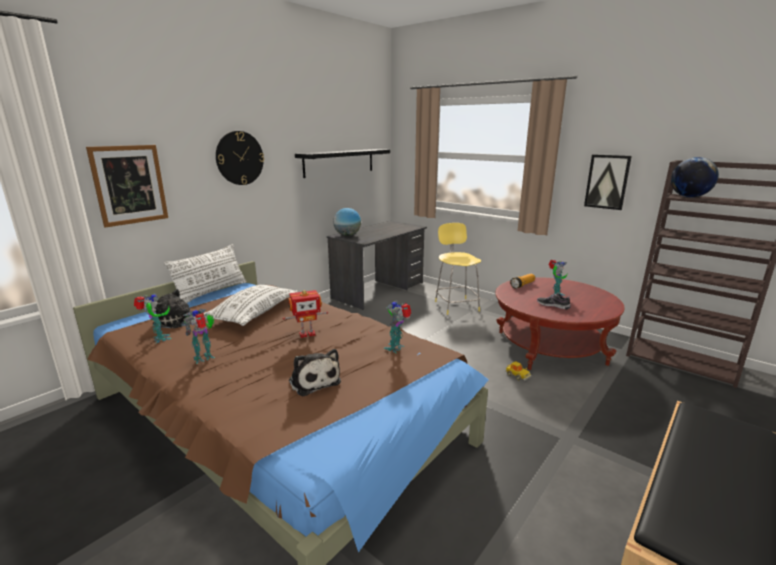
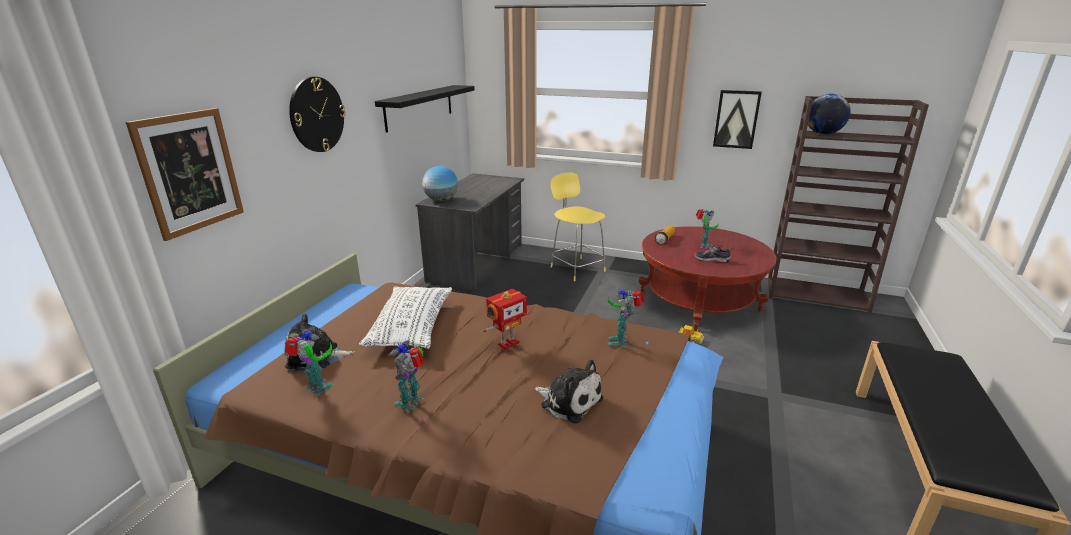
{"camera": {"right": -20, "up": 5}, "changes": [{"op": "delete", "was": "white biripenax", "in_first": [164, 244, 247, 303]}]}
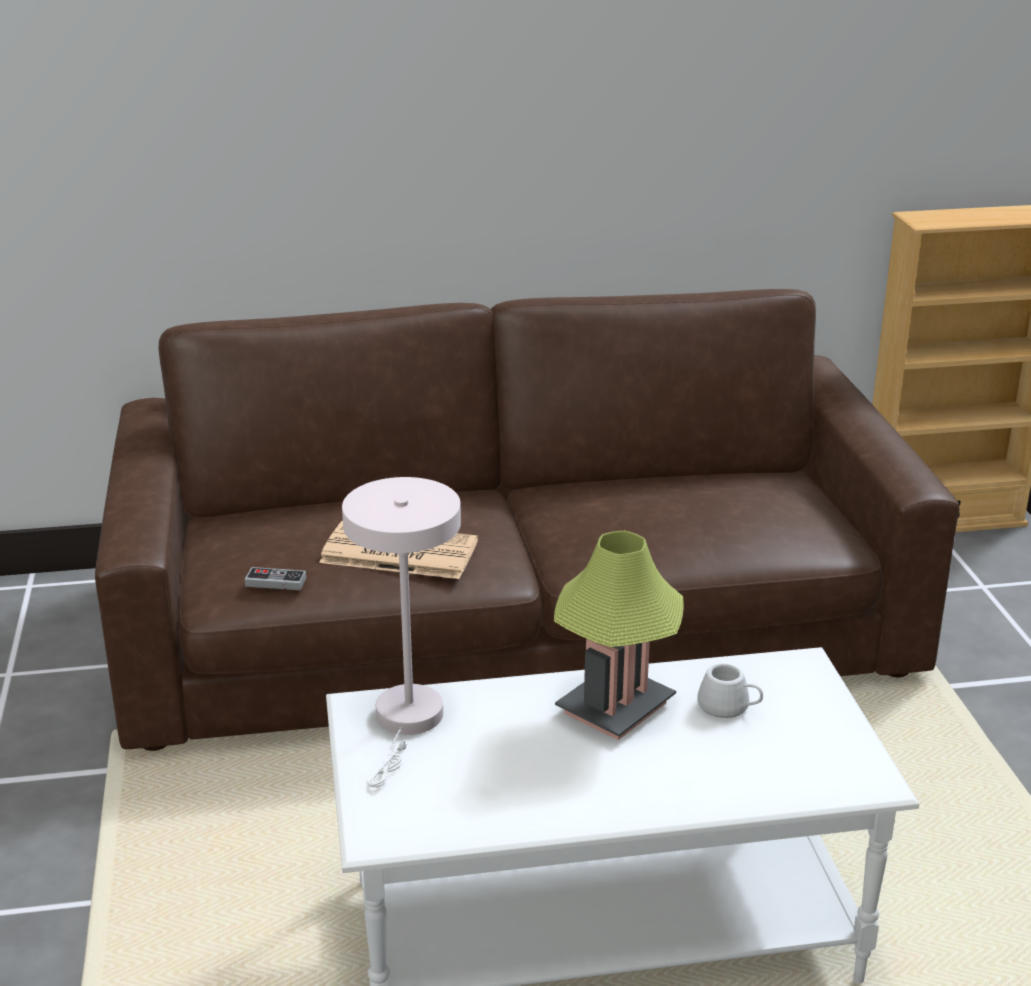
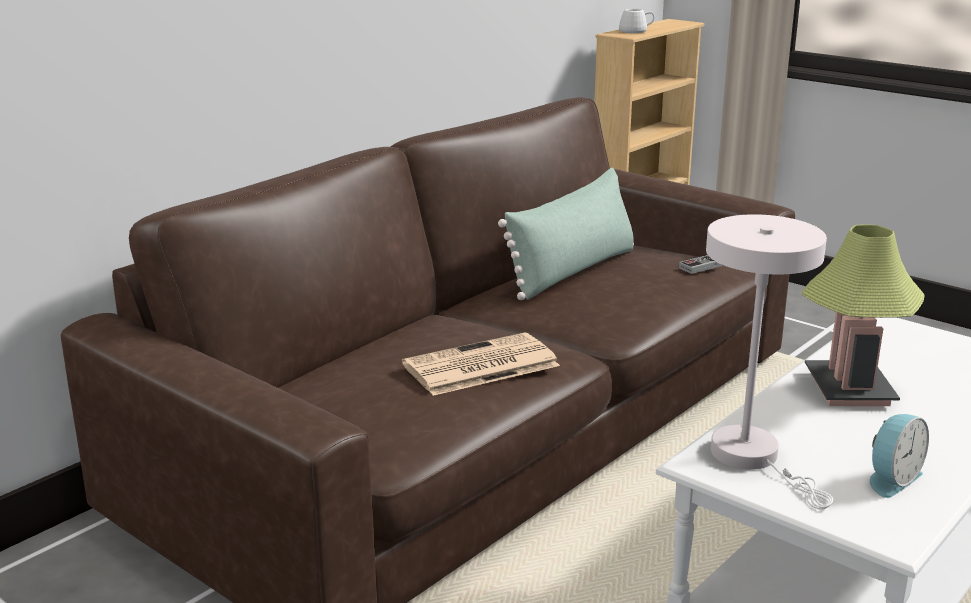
{"camera": {"right": -40, "up": -5}, "changes": [{"op": "insert", "now": "green biripenax", "in_second": [498, 168, 634, 300]}, {"op": "move", "was": "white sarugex", "in_first": [697, 664, 763, 718], "in_second": [619, 9, 655, 33]}, {"op": "move", "was": "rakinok", "in_first": [245, 567, 307, 590], "in_second": [679, 255, 724, 274]}, {"op": "insert", "now": "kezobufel", "in_second": [870, 414, 929, 498]}]}
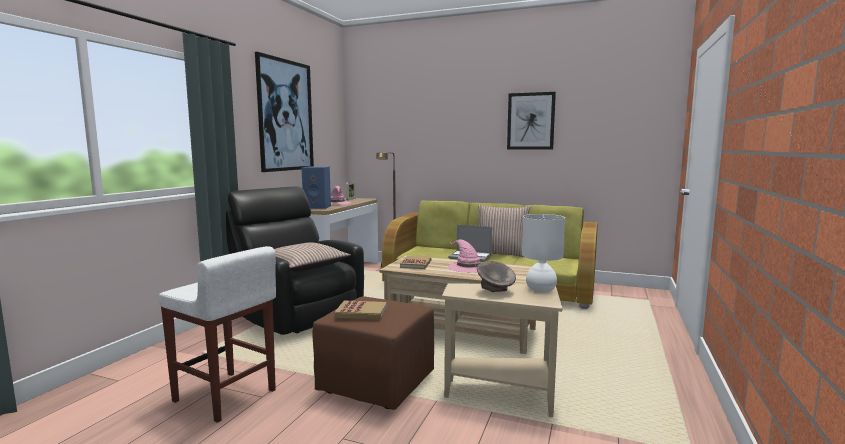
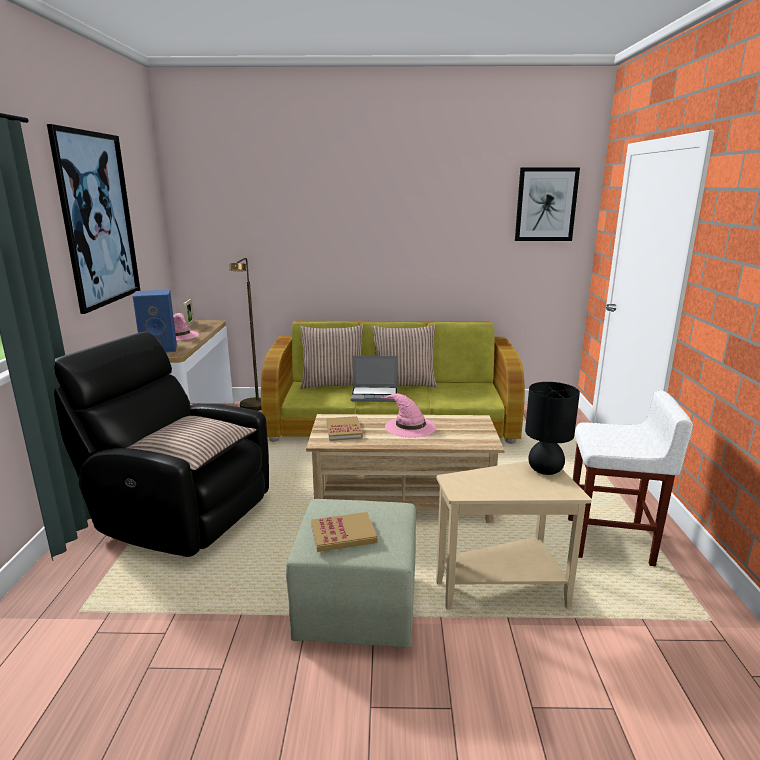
{"camera": {"right": -20, "up": 10}, "changes": [{"op": "recolor", "was": "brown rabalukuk", "now": "green rabalukuk", "in_first": [312, 296, 434, 410], "in_second": [286, 499, 416, 648]}, {"op": "insert", "now": "biripenax", "in_second": [300, 325, 364, 389]}, {"op": "move", "was": "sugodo", "in_first": [507, 92, 556, 150], "in_second": [515, 167, 580, 241]}, {"op": "recolor", "was": "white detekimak", "now": "black detekimak", "in_first": [522, 214, 565, 292], "in_second": [525, 382, 580, 475]}, {"op": "move", "was": "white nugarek", "in_first": [158, 246, 276, 423], "in_second": [568, 390, 693, 566]}, {"op": "delete", "was": "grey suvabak", "in_first": [477, 261, 516, 292]}]}
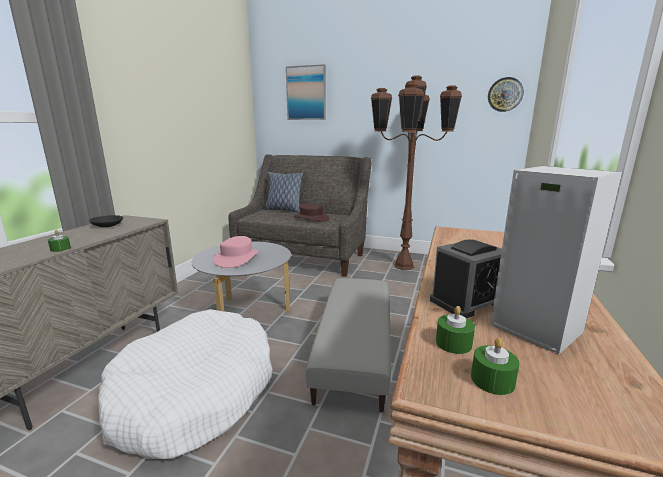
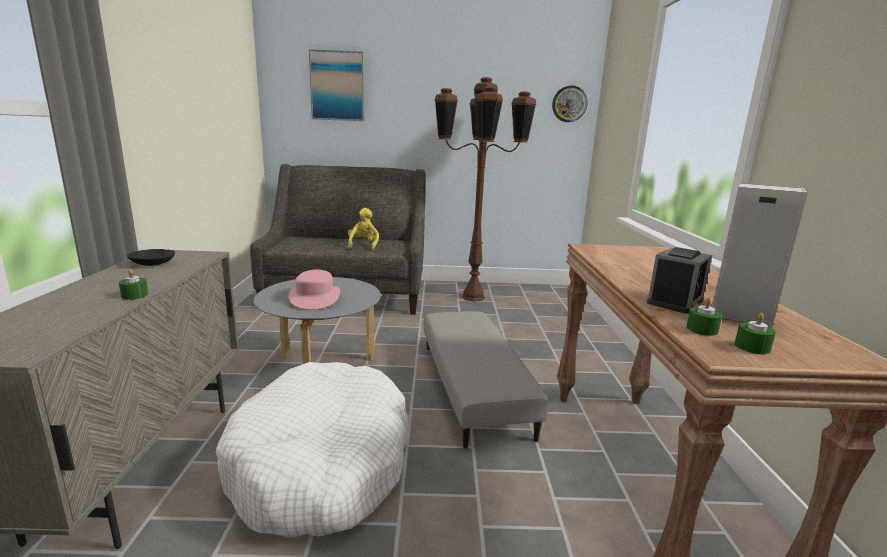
{"camera": {"right": -20, "up": 0}, "changes": [{"op": "replace", "was": "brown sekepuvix", "now": "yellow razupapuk", "in_first": [293, 203, 329, 222], "in_second": [348, 208, 379, 250]}, {"op": "delete", "was": "biripenax", "in_first": [265, 172, 304, 212]}]}
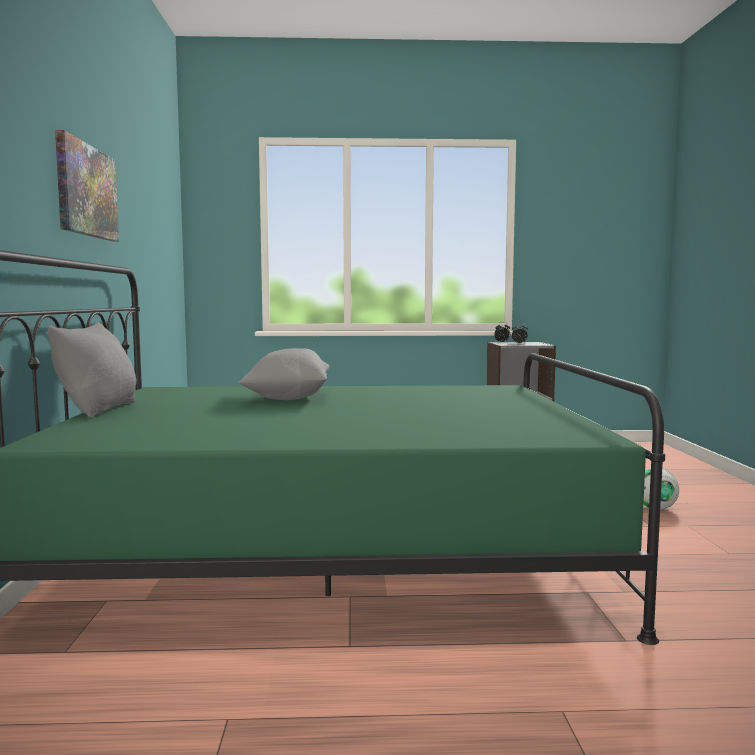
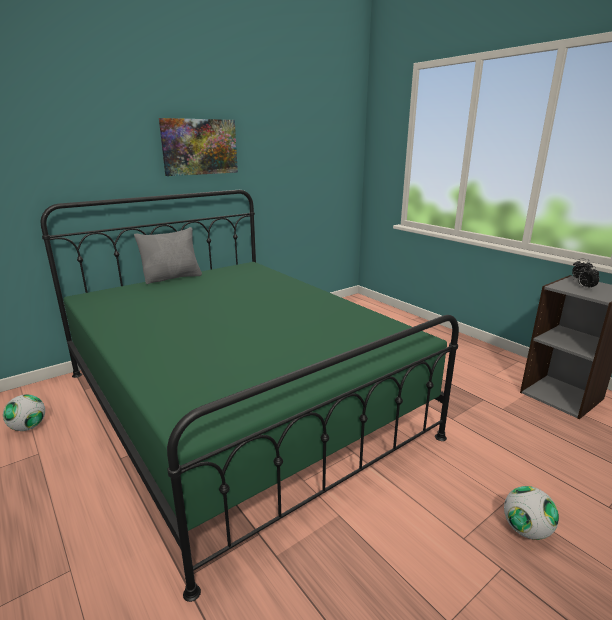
{"camera": {"right": 55, "up": 15}, "changes": [{"op": "insert", "now": "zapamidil", "in_second": [3, 394, 45, 431]}, {"op": "delete", "was": "grey biripenax", "in_first": [239, 348, 330, 400]}]}
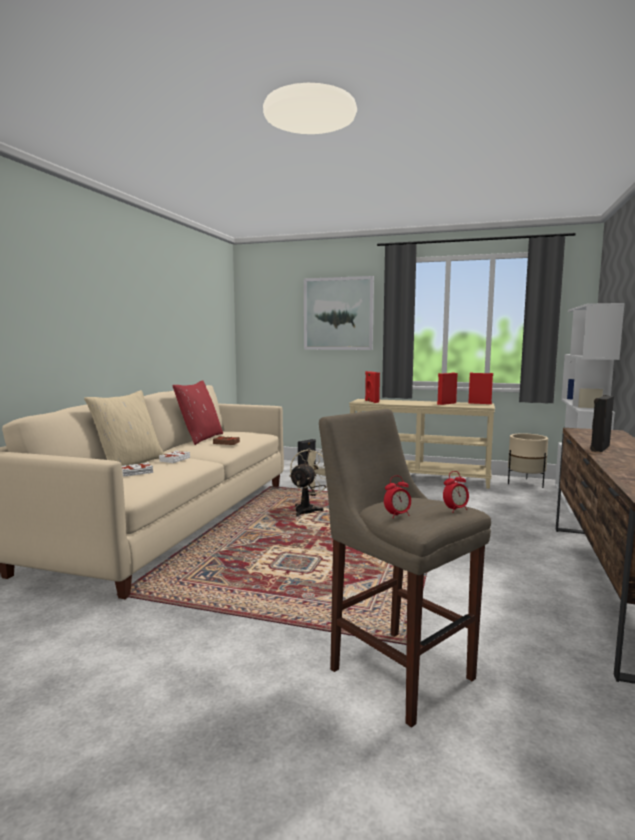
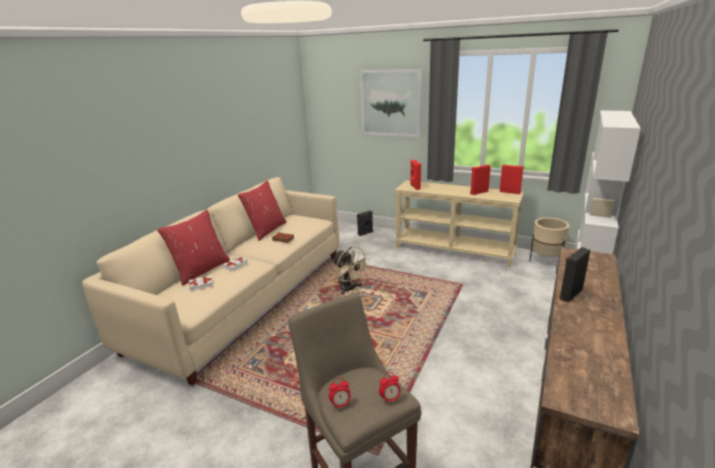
{"camera": {"right": 10, "up": 15}, "changes": [{"op": "recolor", "was": "beige biripenax", "now": "red biripenax", "in_first": [84, 390, 164, 466], "in_second": [157, 210, 230, 286]}, {"op": "rotate", "was": "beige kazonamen", "in_first": [289, 448, 327, 516], "in_second": [333, 246, 370, 294], "clockwise": 105}]}
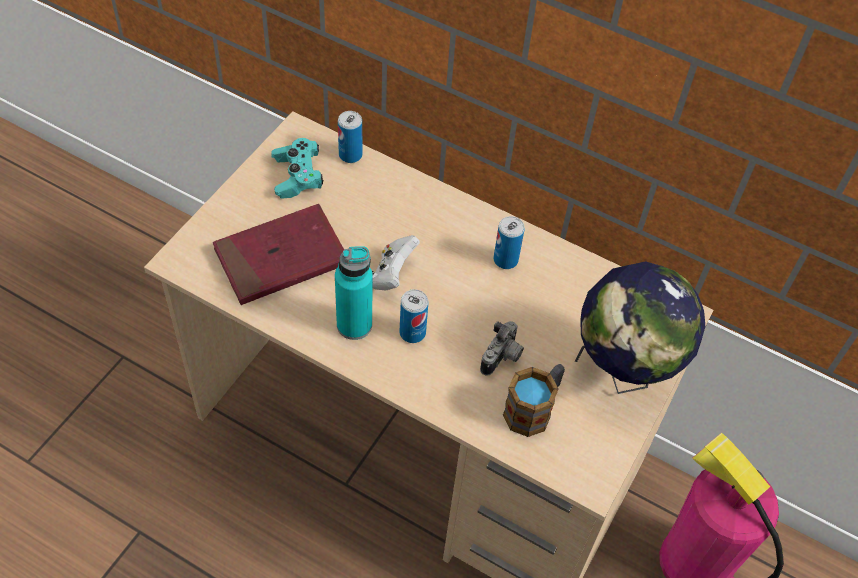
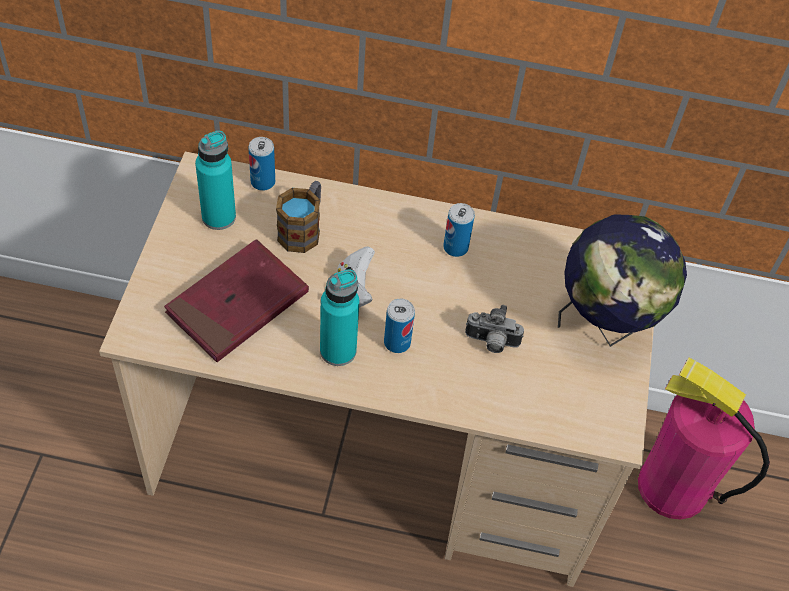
{"camera": {"right": -20, "up": 0}, "changes": [{"op": "replace", "was": "turquoise rakinok", "now": "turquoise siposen", "in_first": [271, 138, 323, 199], "in_second": [195, 131, 236, 230]}, {"op": "move", "was": "sarugex", "in_first": [503, 364, 565, 437], "in_second": [276, 181, 321, 253]}, {"op": "rotate", "was": "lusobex", "in_first": [480, 321, 524, 376], "in_second": [465, 305, 524, 353], "clockwise": 90}]}
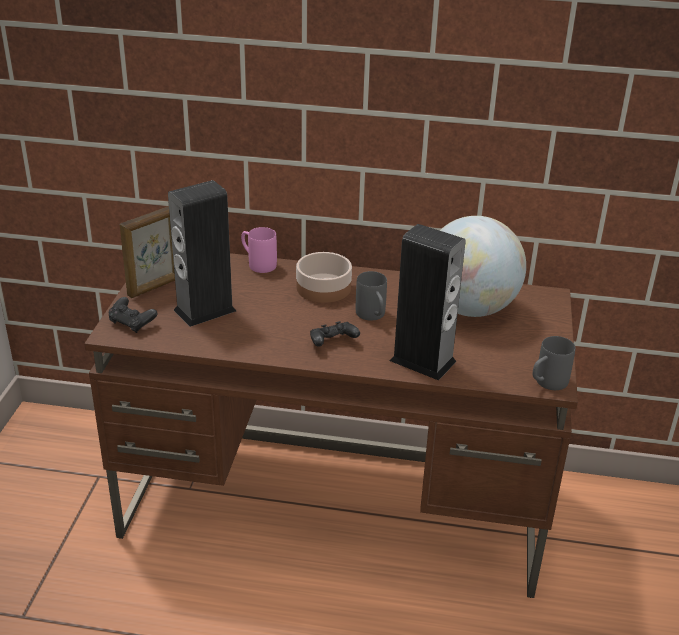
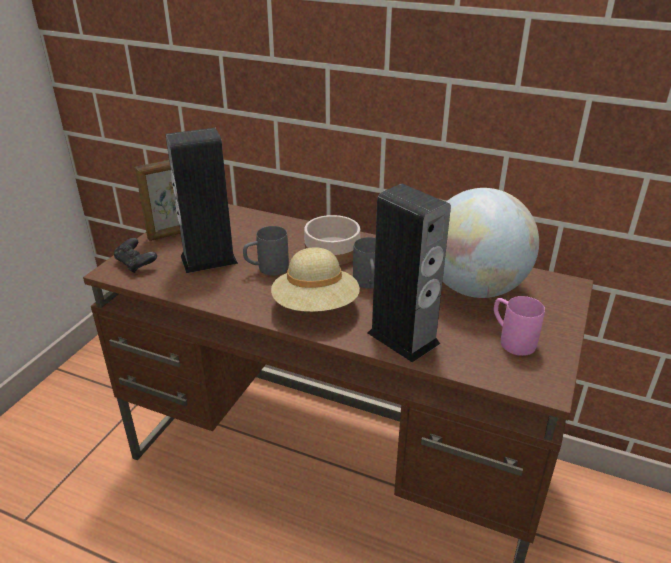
{"camera": {"right": 15, "up": 0}, "changes": [{"op": "move", "was": "grey sarugex", "in_first": [533, 336, 575, 390], "in_second": [243, 226, 289, 276]}, {"op": "replace", "was": "black rakinok", "now": "beige sekepuvix", "in_first": [310, 321, 360, 346], "in_second": [271, 247, 360, 312]}, {"op": "move", "was": "pink sarugex", "in_first": [241, 227, 277, 273], "in_second": [494, 296, 545, 356]}]}
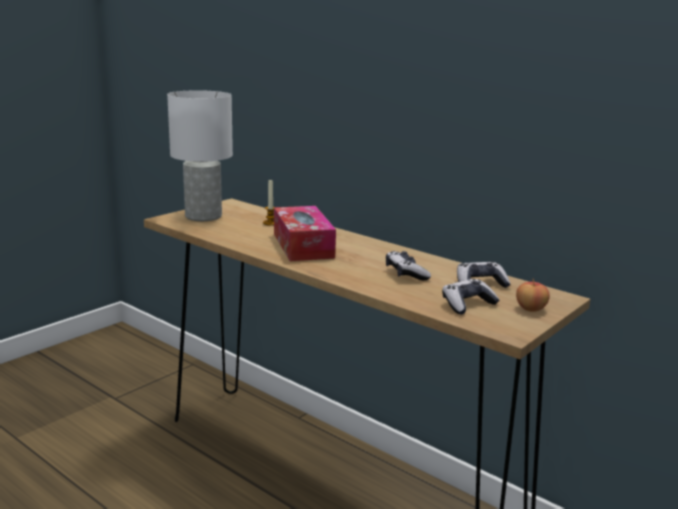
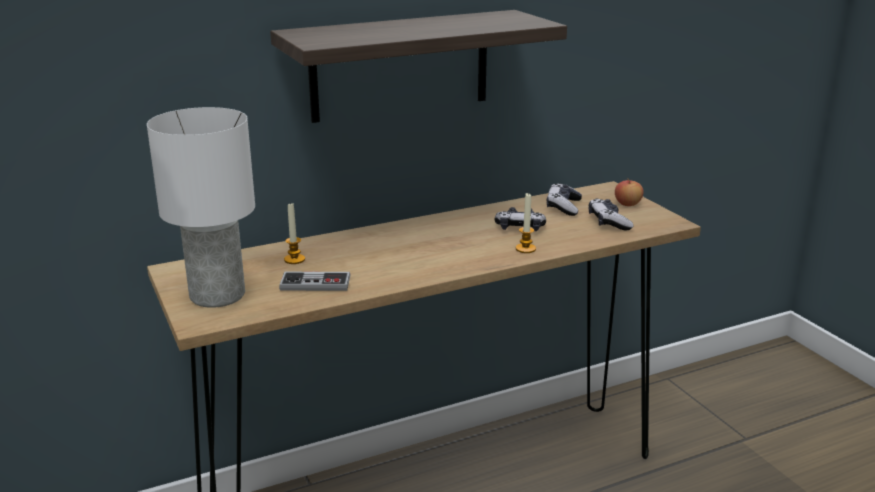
{"camera": {"right": -65, "up": 5}, "changes": [{"op": "insert", "now": "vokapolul", "in_second": [270, 10, 567, 123]}, {"op": "insert", "now": "rakinok", "in_second": [279, 272, 351, 291]}, {"op": "insert", "now": "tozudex", "in_second": [516, 192, 536, 253]}, {"op": "delete", "was": "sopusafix", "in_first": [274, 206, 336, 261]}]}
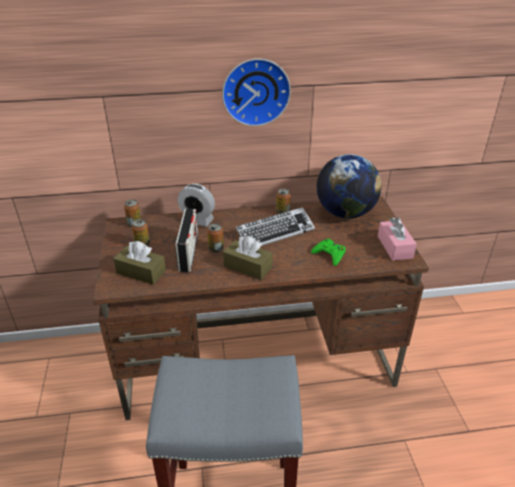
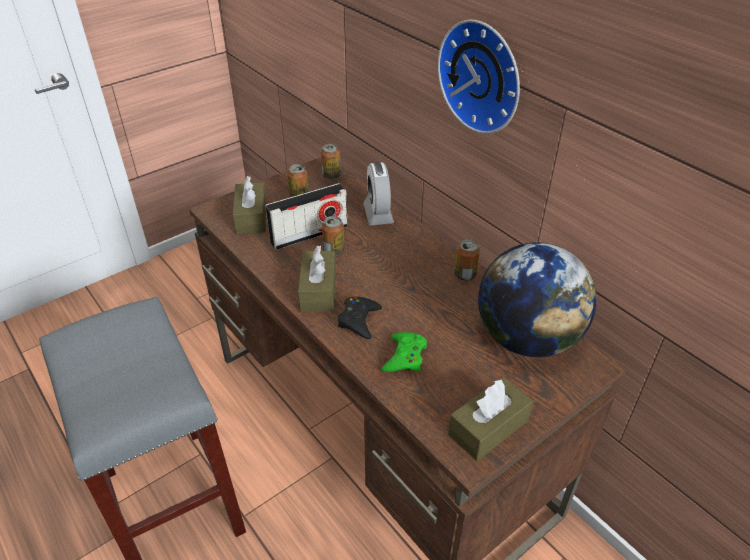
{"camera": {"right": 60, "up": 5}, "changes": [{"op": "insert", "now": "black rakinok", "in_second": [338, 297, 382, 339]}, {"op": "recolor", "was": "pink sopusafix", "now": "brown sopusafix", "in_first": [378, 217, 417, 261], "in_second": [448, 377, 533, 461]}, {"op": "delete", "was": "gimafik", "in_first": [236, 207, 315, 246]}]}
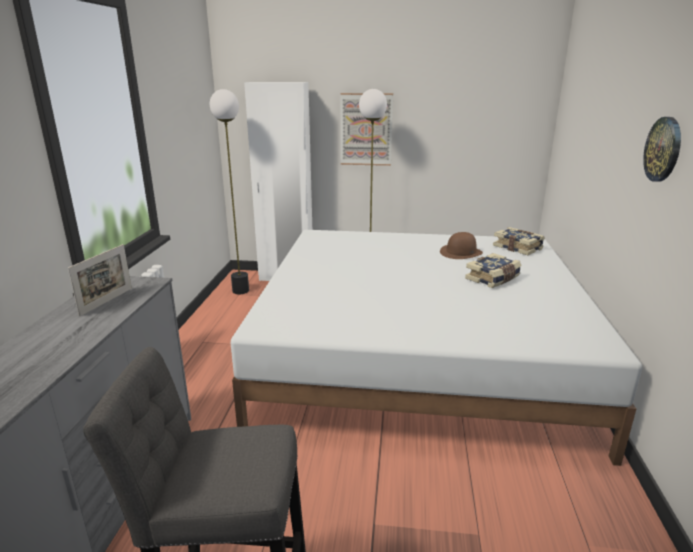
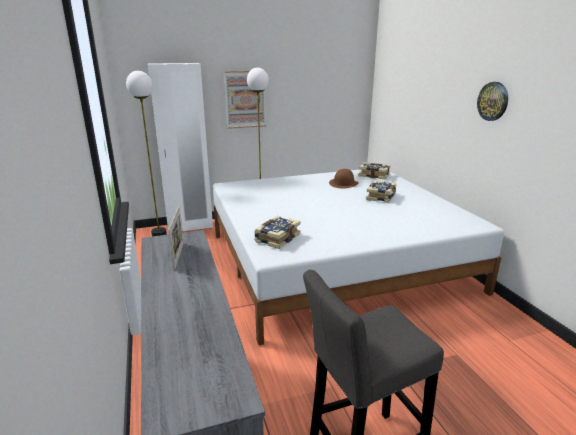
{"camera": {"right": -25, "up": 0}, "changes": [{"op": "insert", "now": "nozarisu", "in_second": [254, 216, 301, 249]}]}
